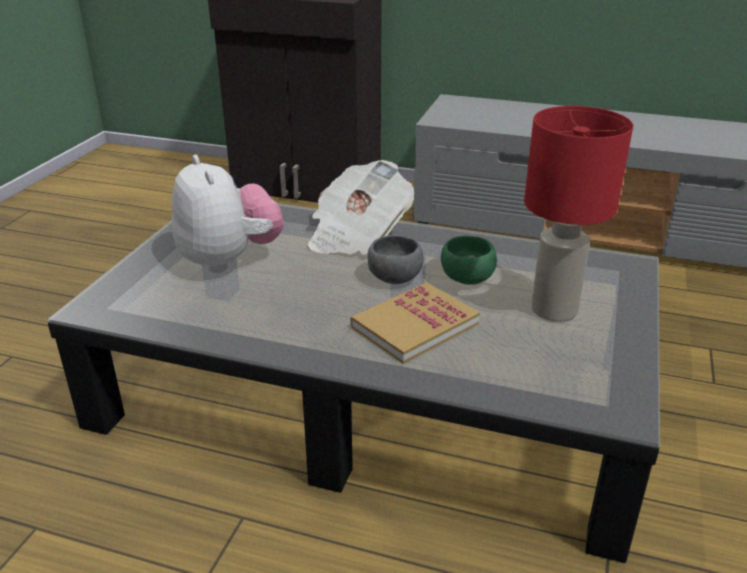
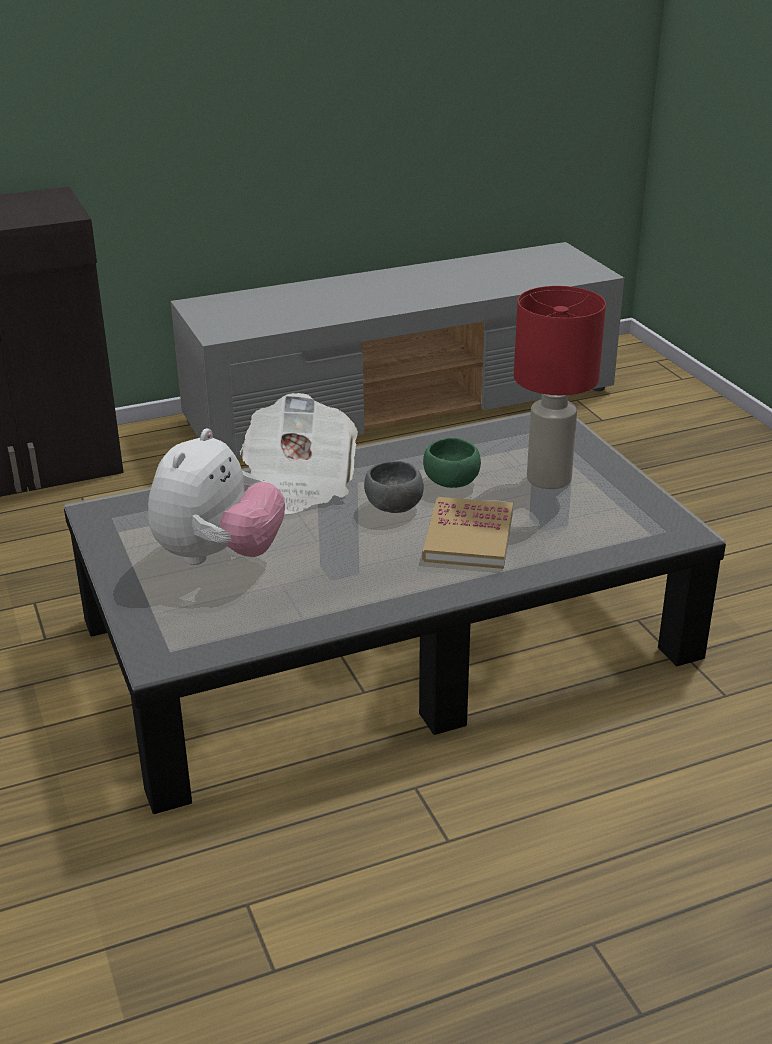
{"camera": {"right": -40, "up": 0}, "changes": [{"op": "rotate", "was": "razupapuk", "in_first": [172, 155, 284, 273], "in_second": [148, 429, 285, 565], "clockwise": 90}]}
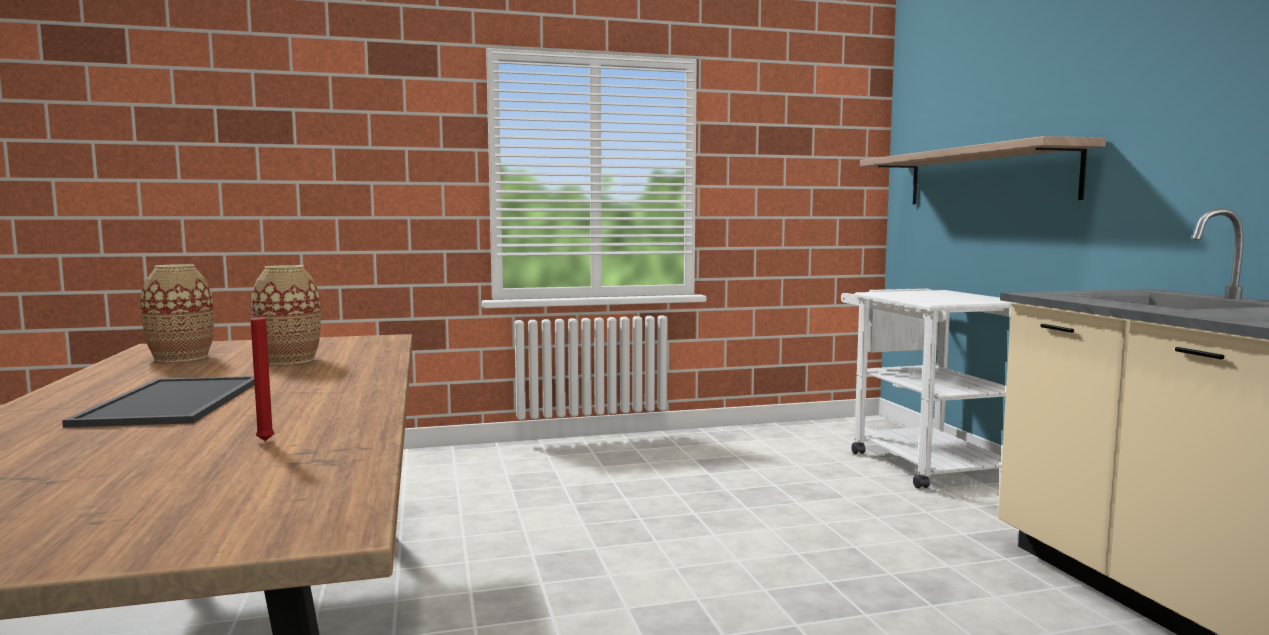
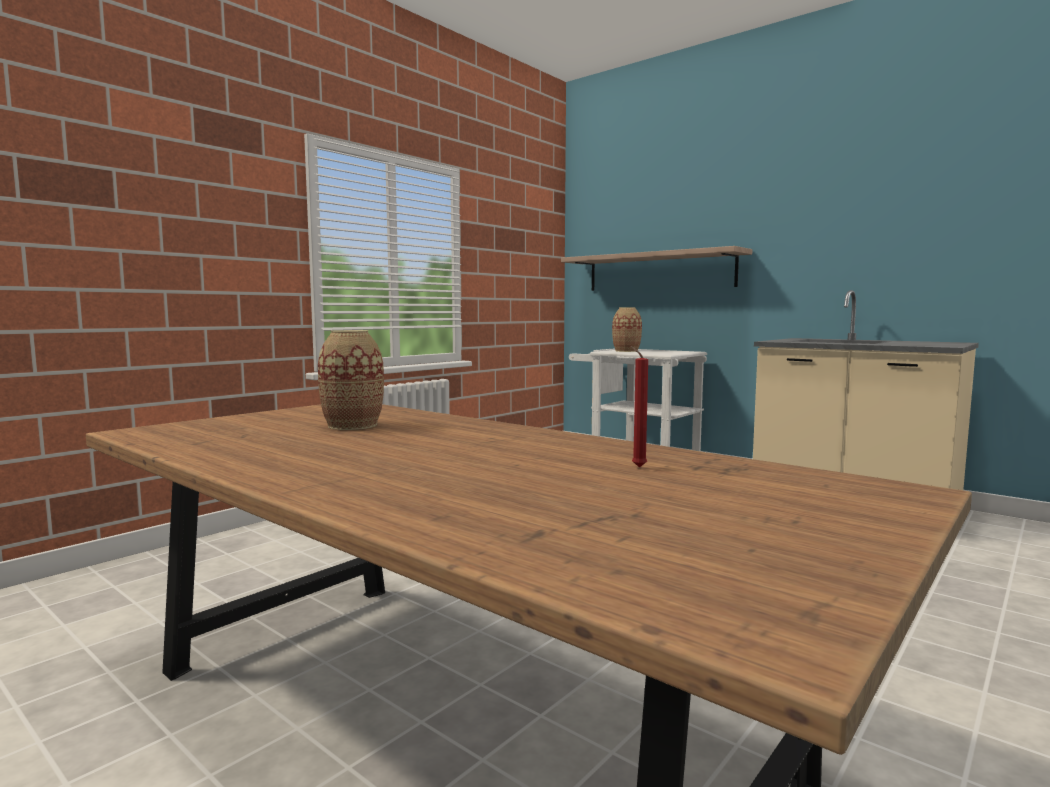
{"camera": {"right": -35, "up": 0}, "changes": [{"op": "move", "was": "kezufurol", "in_first": [141, 264, 214, 362], "in_second": [612, 307, 642, 352]}, {"op": "delete", "was": "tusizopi", "in_first": [62, 376, 255, 428]}]}
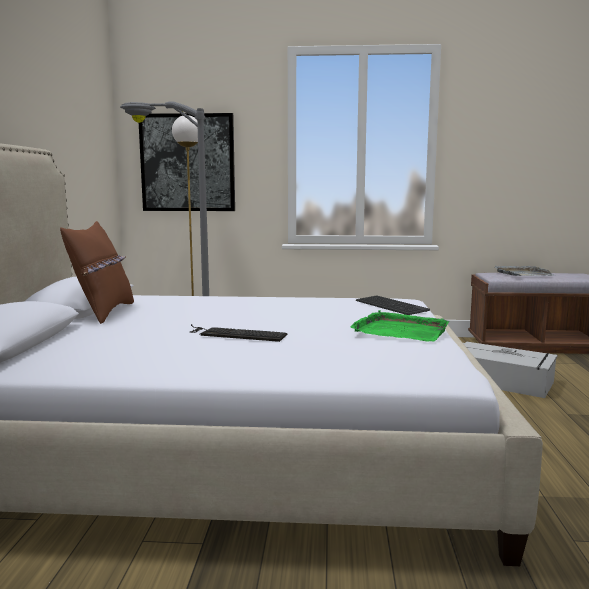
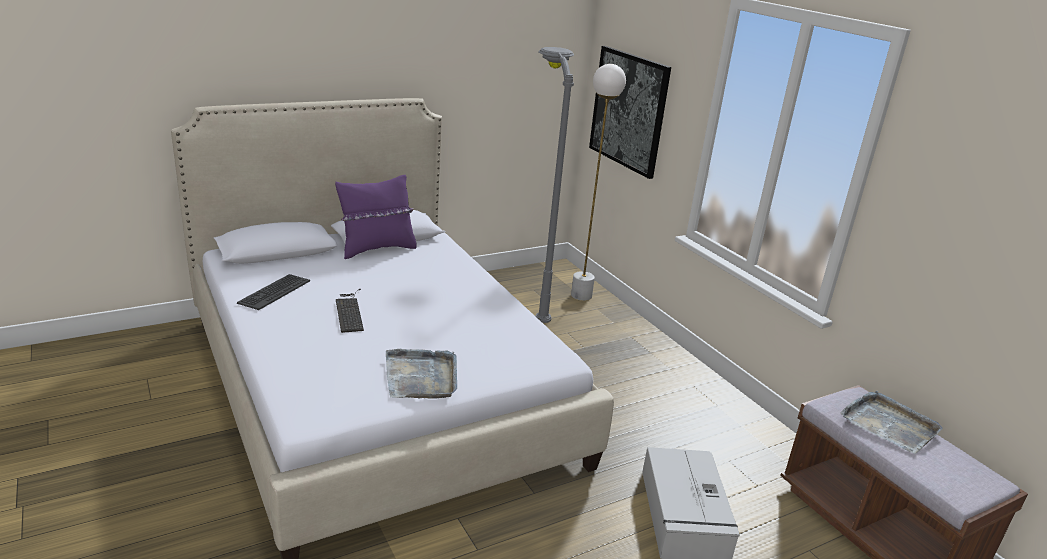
{"camera": {"right": 55, "up": 15}, "changes": [{"op": "move", "was": "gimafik", "in_first": [356, 295, 430, 315], "in_second": [237, 274, 310, 310]}, {"op": "recolor", "was": "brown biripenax", "now": "purple biripenax", "in_first": [60, 221, 134, 324], "in_second": [335, 175, 417, 259]}, {"op": "recolor", "was": "green tusizopi", "now": "grey tusizopi", "in_first": [351, 310, 449, 342], "in_second": [386, 349, 457, 399]}]}
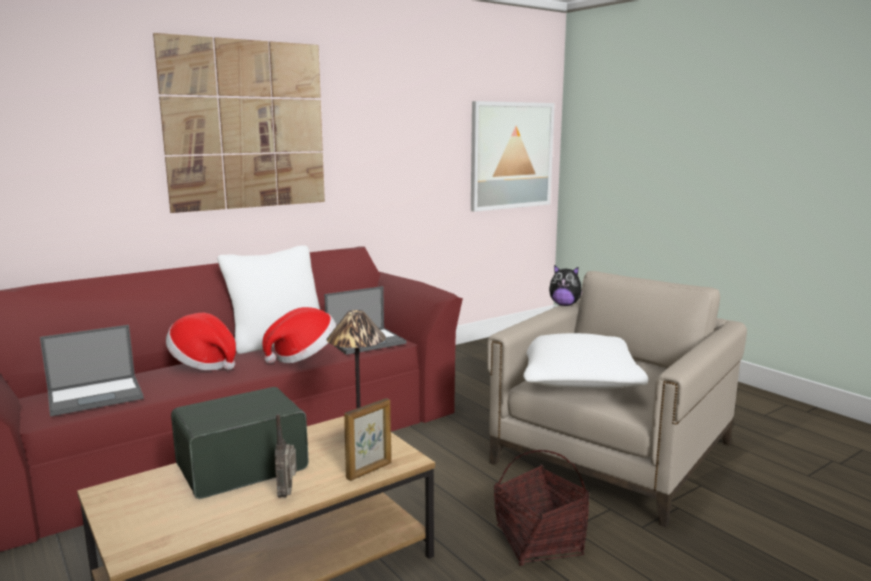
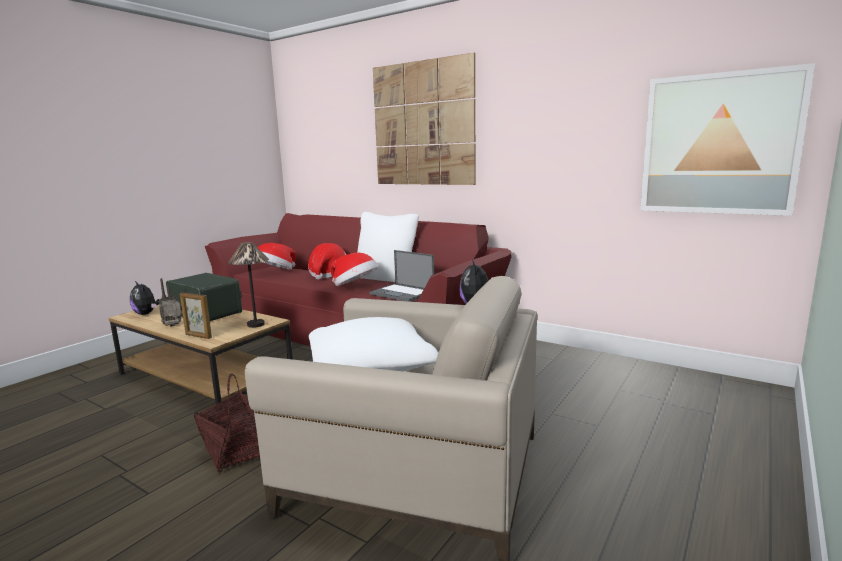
{"camera": {"right": 70, "up": 0}, "changes": [{"op": "insert", "now": "razupapuk", "in_second": [130, 281, 160, 315]}, {"op": "replace", "was": "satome", "now": "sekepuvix", "in_first": [40, 325, 144, 416], "in_second": [258, 243, 296, 270]}]}
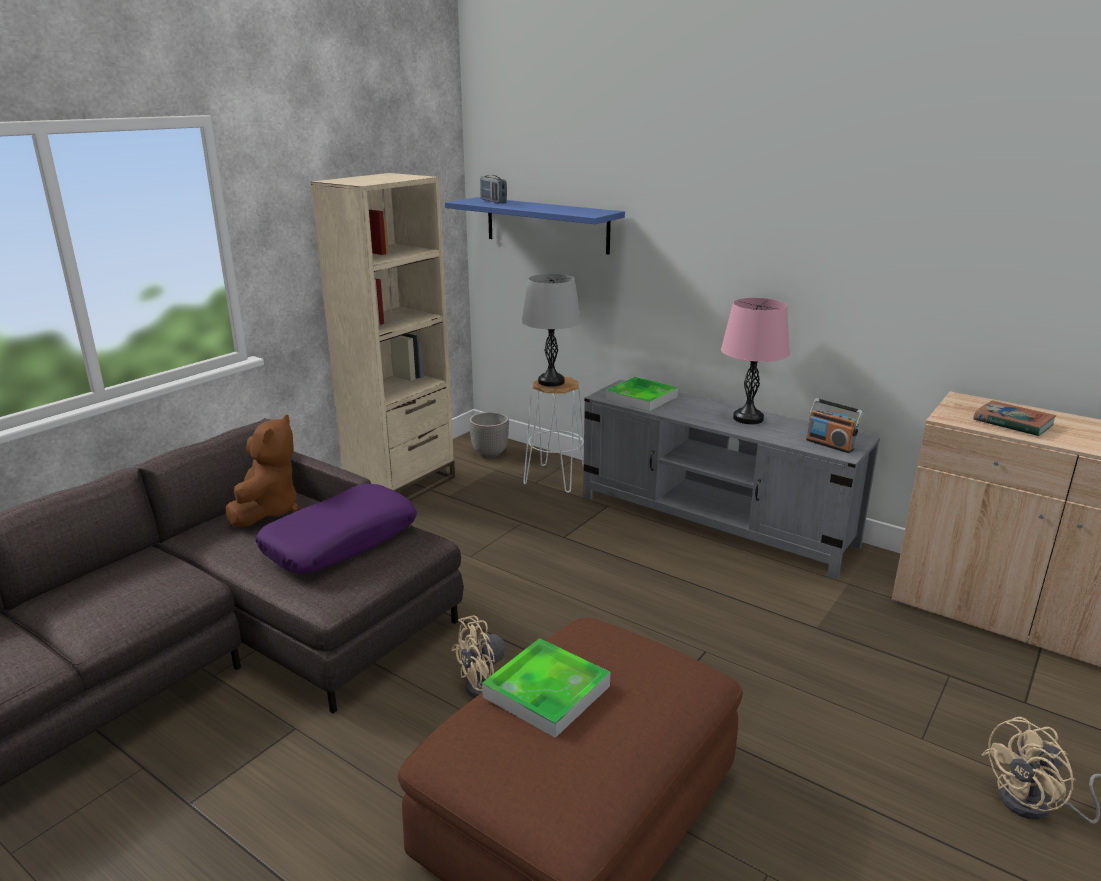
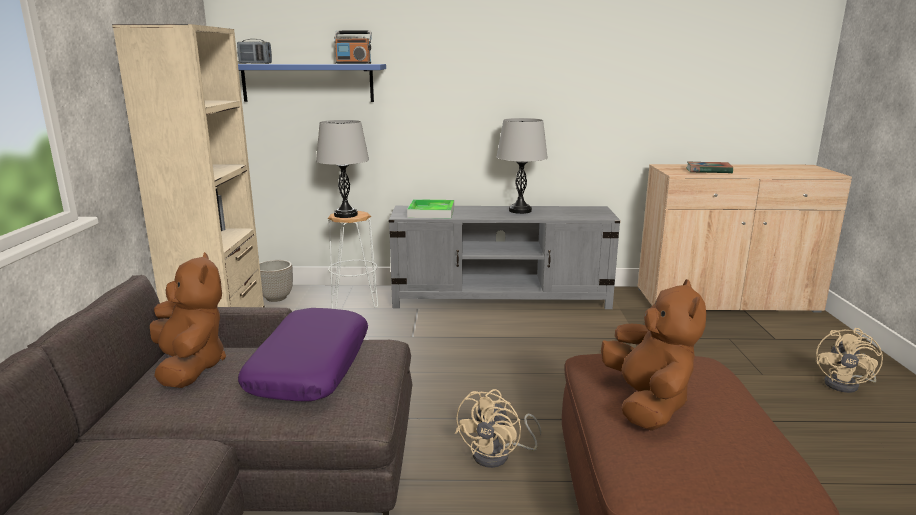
{"camera": {"right": -35, "up": -5}, "changes": [{"op": "move", "was": "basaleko", "in_first": [806, 398, 863, 453], "in_second": [334, 30, 372, 64]}, {"op": "recolor", "was": "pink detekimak", "now": "grey detekimak", "in_first": [721, 298, 790, 424], "in_second": [497, 118, 548, 214]}, {"op": "replace", "was": "tusizopi", "now": "brown razupapuk", "in_first": [482, 638, 610, 738], "in_second": [601, 279, 707, 431]}]}
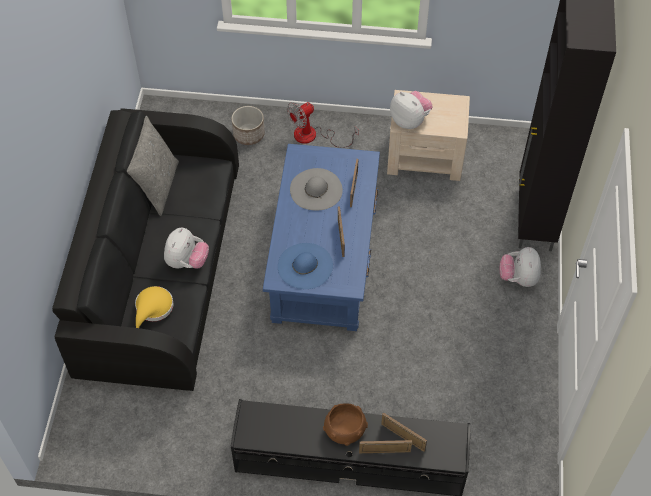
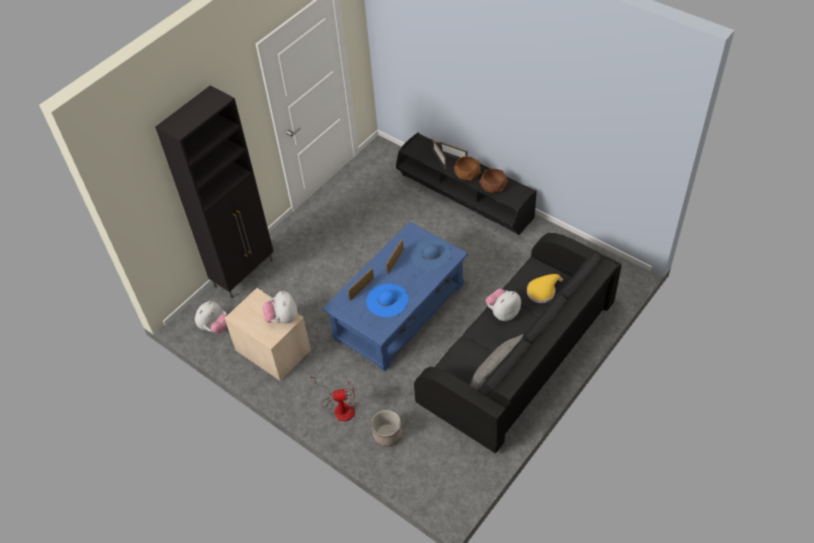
{"camera": {"right": -145, "up": -5}, "changes": [{"op": "move", "was": "razupapuk", "in_first": [500, 247, 541, 287], "in_second": [195, 301, 227, 333]}, {"op": "recolor", "was": "grey sekepuvix", "now": "blue sekepuvix", "in_first": [290, 168, 343, 211], "in_second": [366, 284, 409, 317]}, {"op": "insert", "now": "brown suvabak", "in_second": [480, 169, 508, 193]}]}
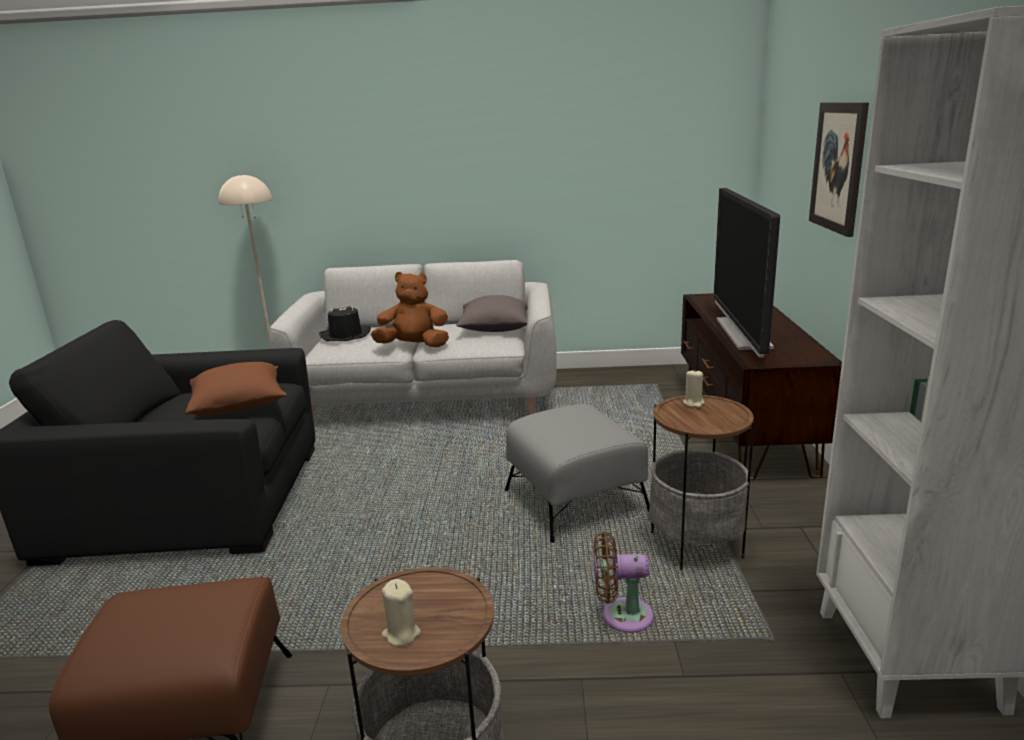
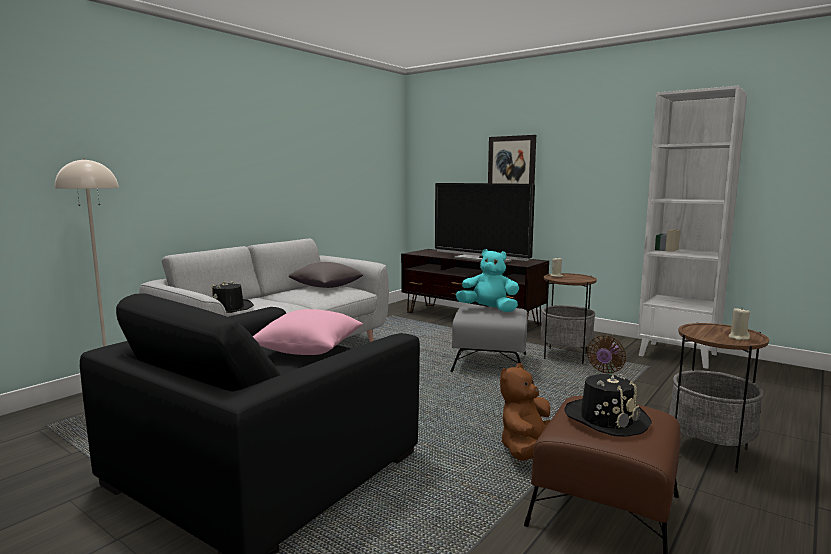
{"camera": {"right": -55, "up": -10}, "changes": [{"op": "recolor", "was": "brown biripenax", "now": "pink biripenax", "in_first": [185, 362, 287, 416], "in_second": [253, 309, 363, 355]}, {"op": "insert", "now": "turquoise razupapuk", "in_second": [456, 249, 519, 312]}, {"op": "move", "was": "brown razupapuk", "in_first": [371, 272, 449, 347], "in_second": [500, 363, 551, 461]}, {"op": "insert", "now": "black sekepuvix", "in_second": [564, 374, 652, 437]}]}
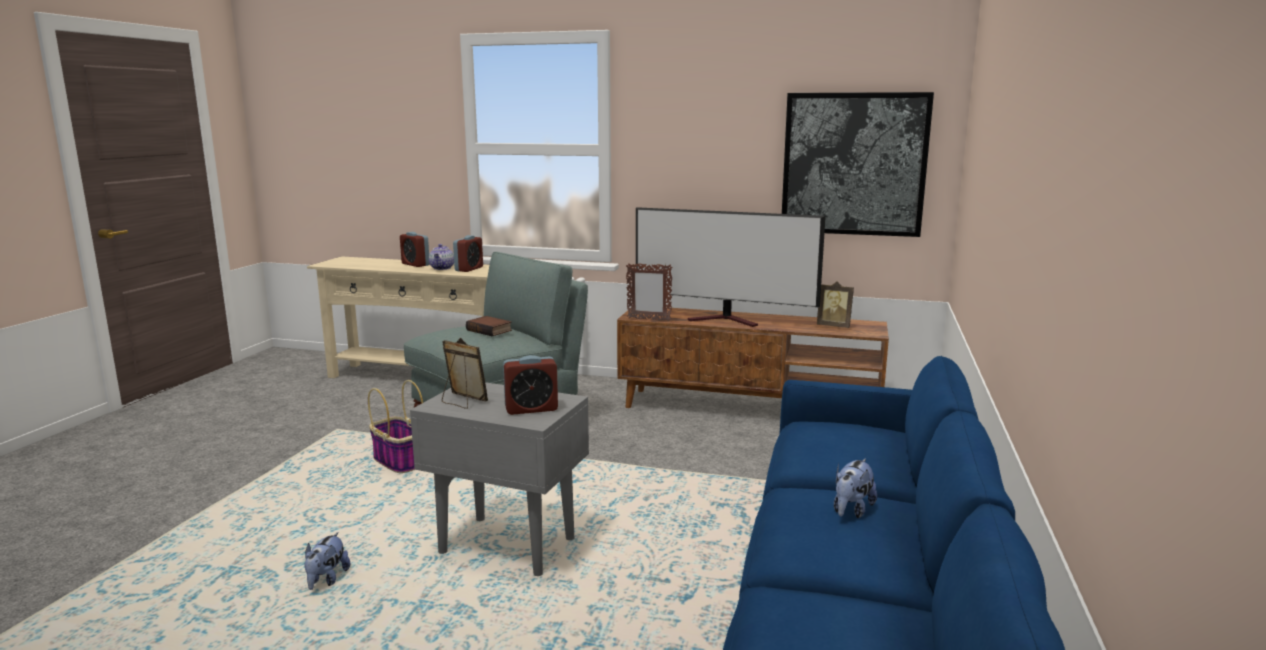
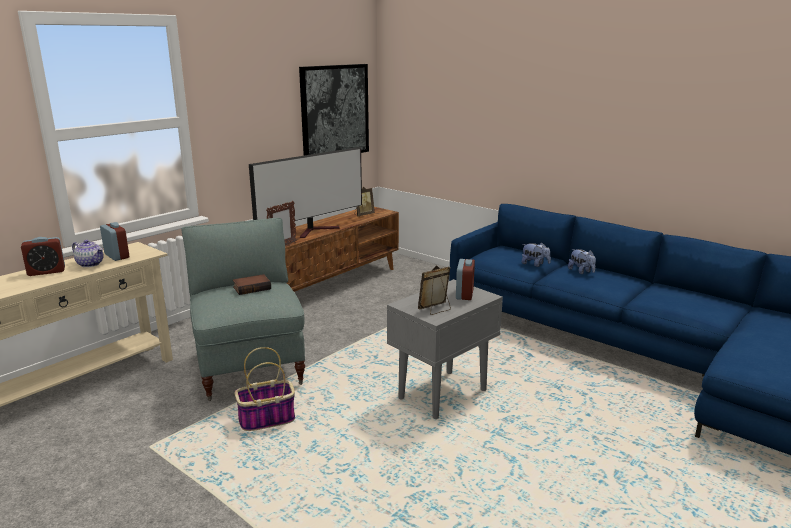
{"camera": {"right": -65, "up": 5}, "changes": [{"op": "move", "was": "razupapuk", "in_first": [305, 532, 350, 590], "in_second": [522, 242, 551, 267]}]}
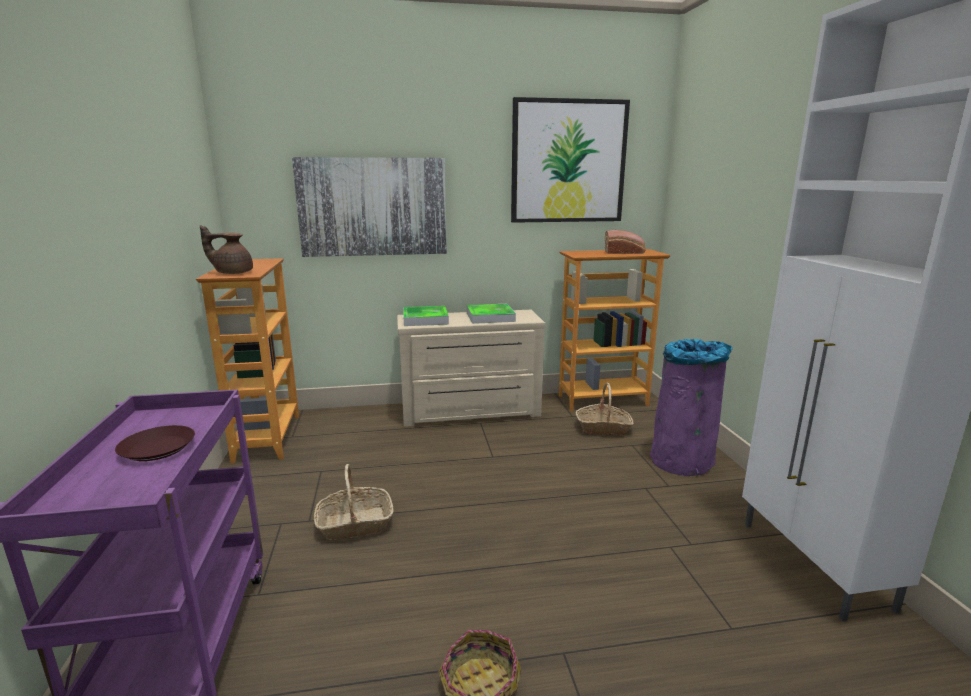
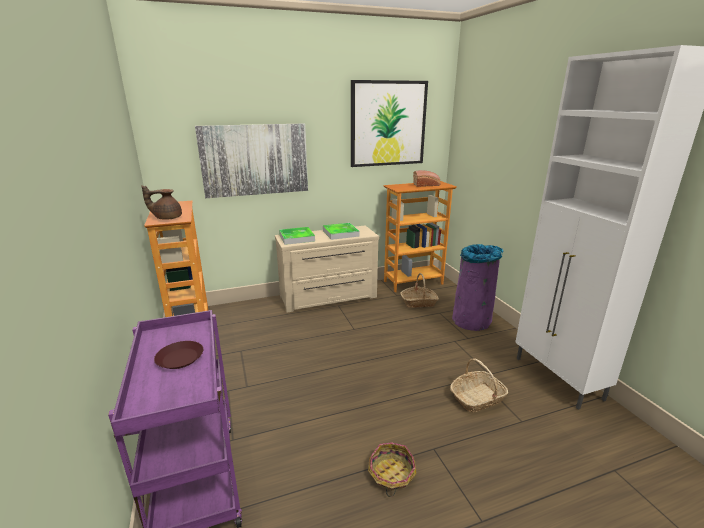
{"camera": {"right": -10, "up": 5}, "changes": [{"op": "move", "was": "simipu", "in_first": [314, 464, 394, 540], "in_second": [450, 359, 508, 412]}]}
